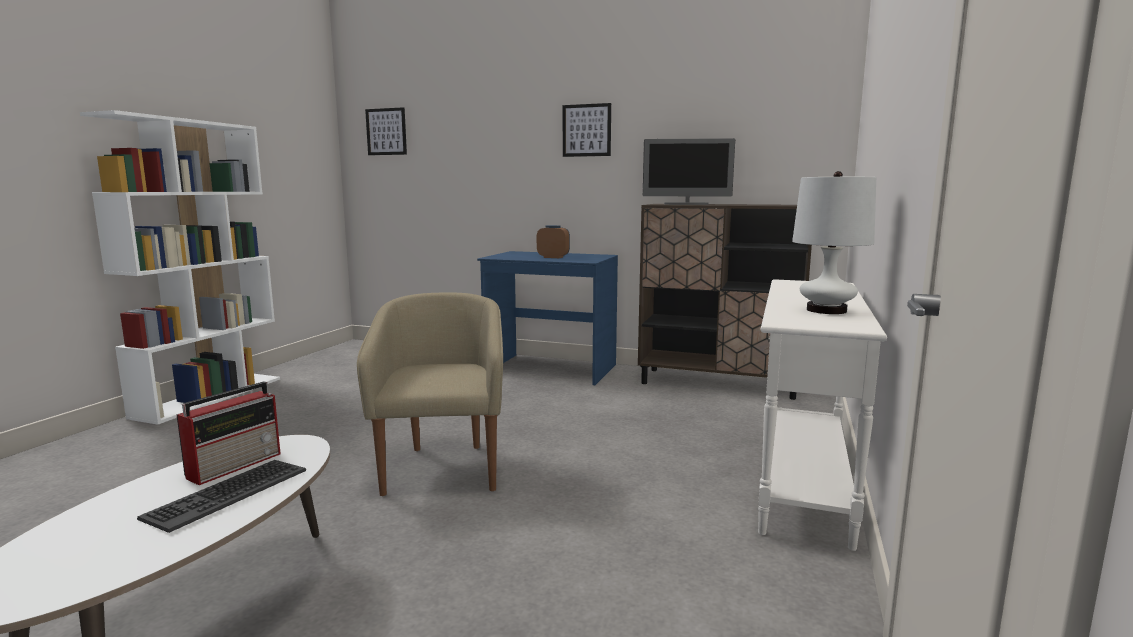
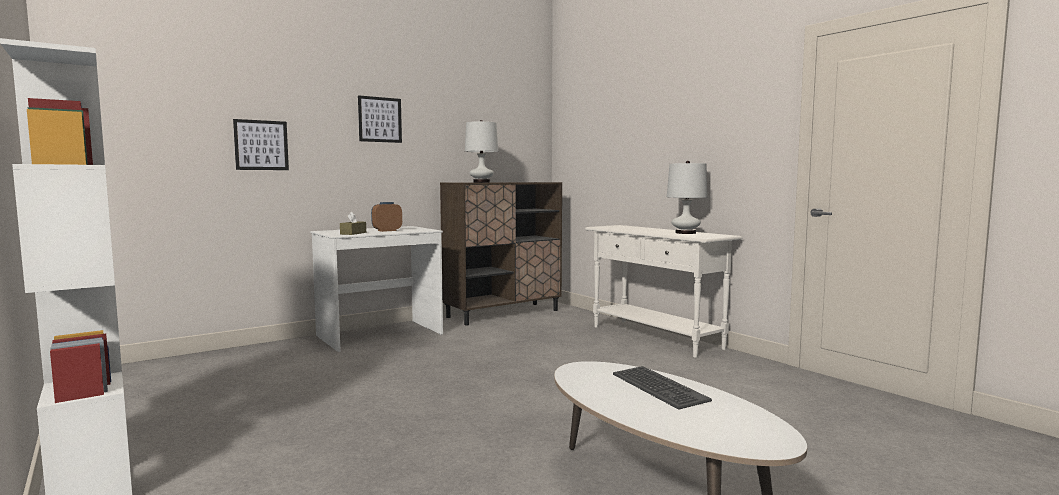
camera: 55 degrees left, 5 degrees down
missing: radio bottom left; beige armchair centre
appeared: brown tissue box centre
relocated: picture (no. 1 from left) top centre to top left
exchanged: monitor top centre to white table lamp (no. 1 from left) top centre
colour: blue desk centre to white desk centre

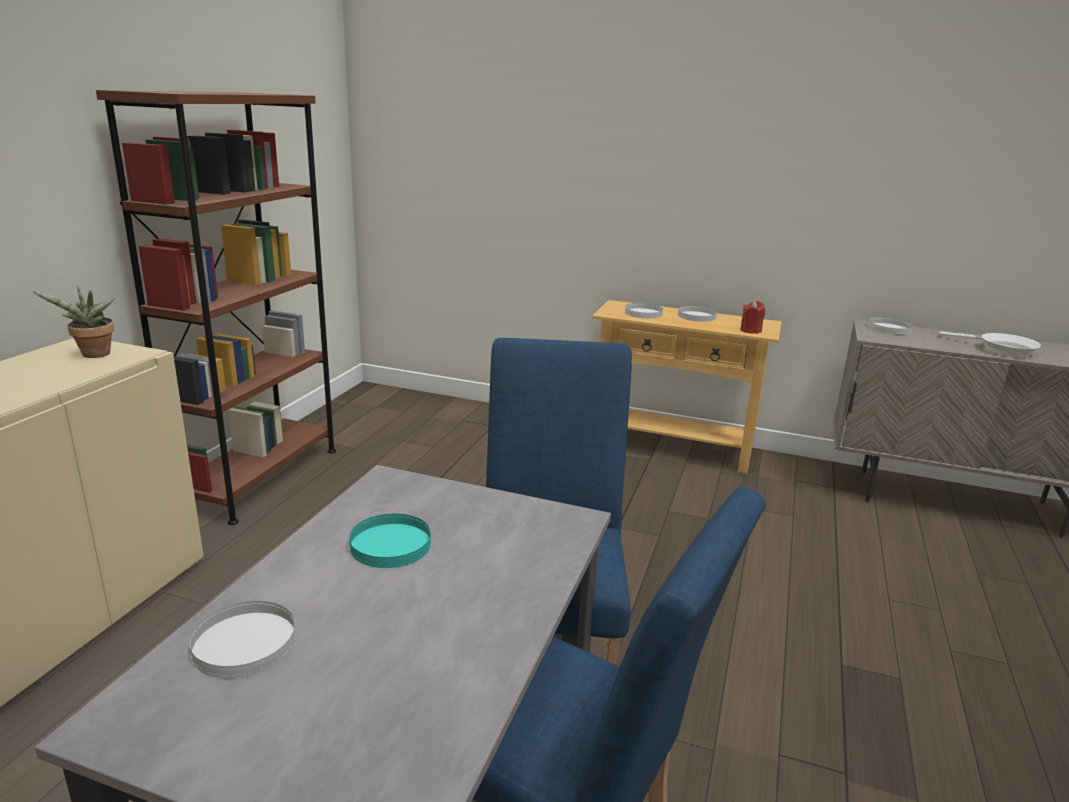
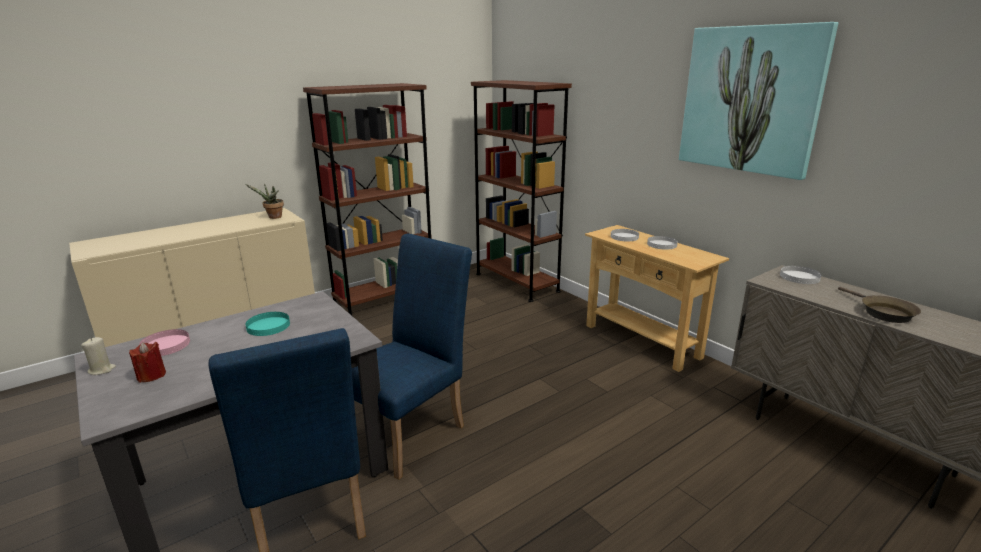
camera: 35 degrees right, 0 degrees up
appeared: beige candle middle left; brown bookcase (no. 2 from left) centre; picture top right
relocated: red candle middle right to middle left
colour: white plate (no. 1 from left) bottom left to pink plate middle left; white frying pan middle right to brown frying pan middle right

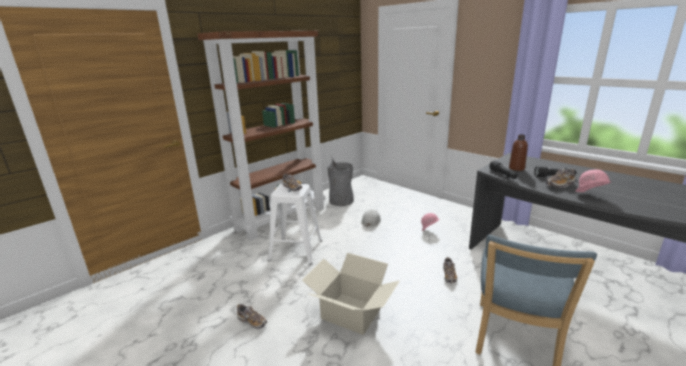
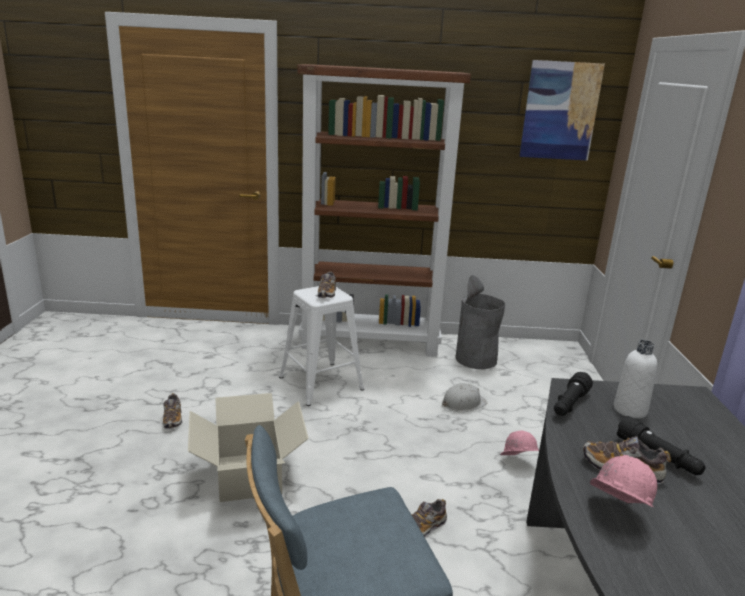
camera: 45 degrees right, 0 degrees up
appeared: picture top right
colour: brown bottle middle right to white bottle middle right

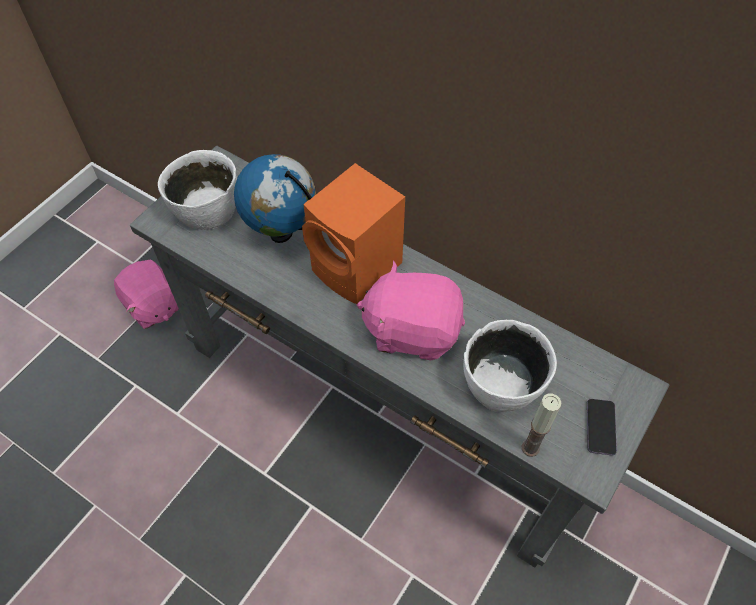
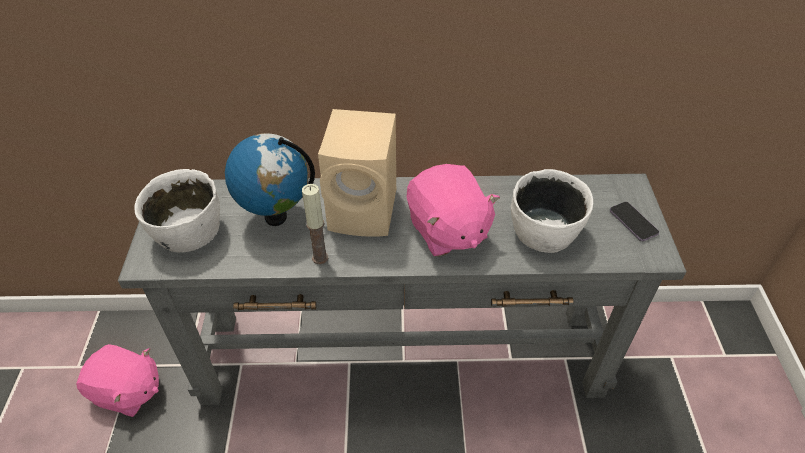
camera: 35 degrees left, 10 degrees down
relocated: candle bottom right to centre
colour: orange speaker centre to beige speaker centre
spun: pink plush toy (no. 2 from left) centre = centre 90 degrees counterclockwise

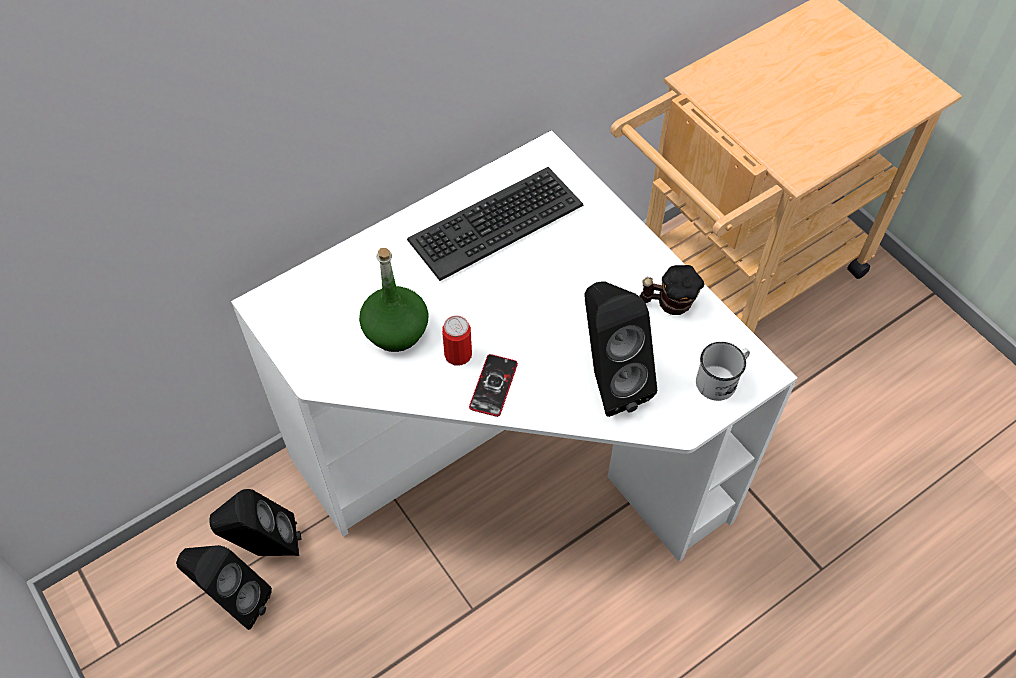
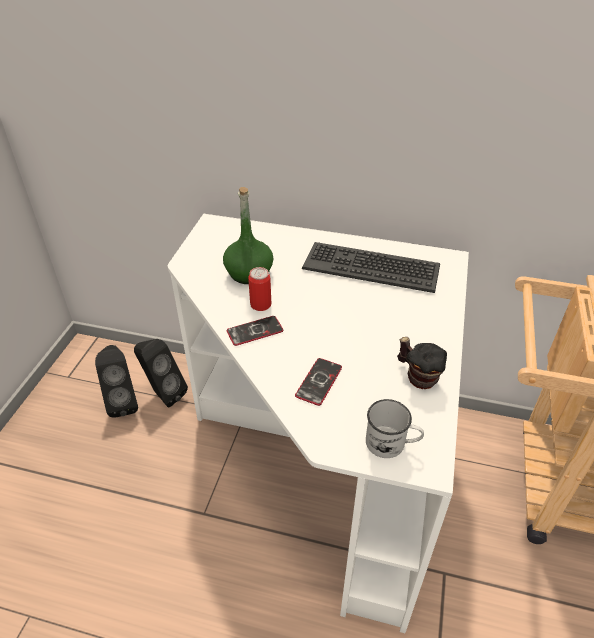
camera: 50 degrees right, 15 degrees down
exchanged: black speaker (no. 3 from left) centre to phone (no. 2 from left) centre

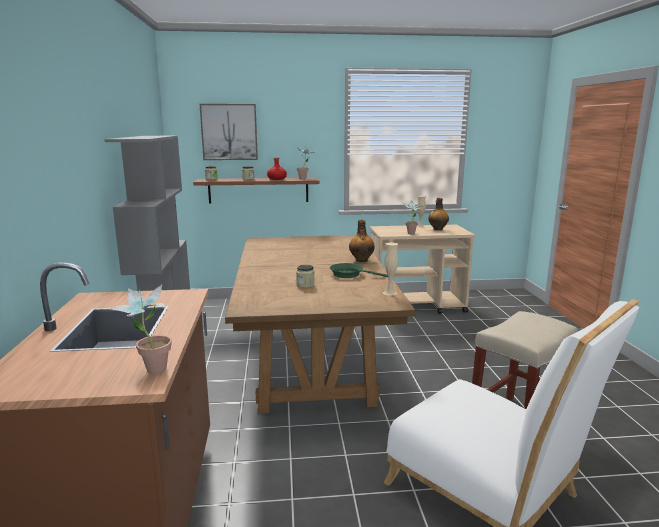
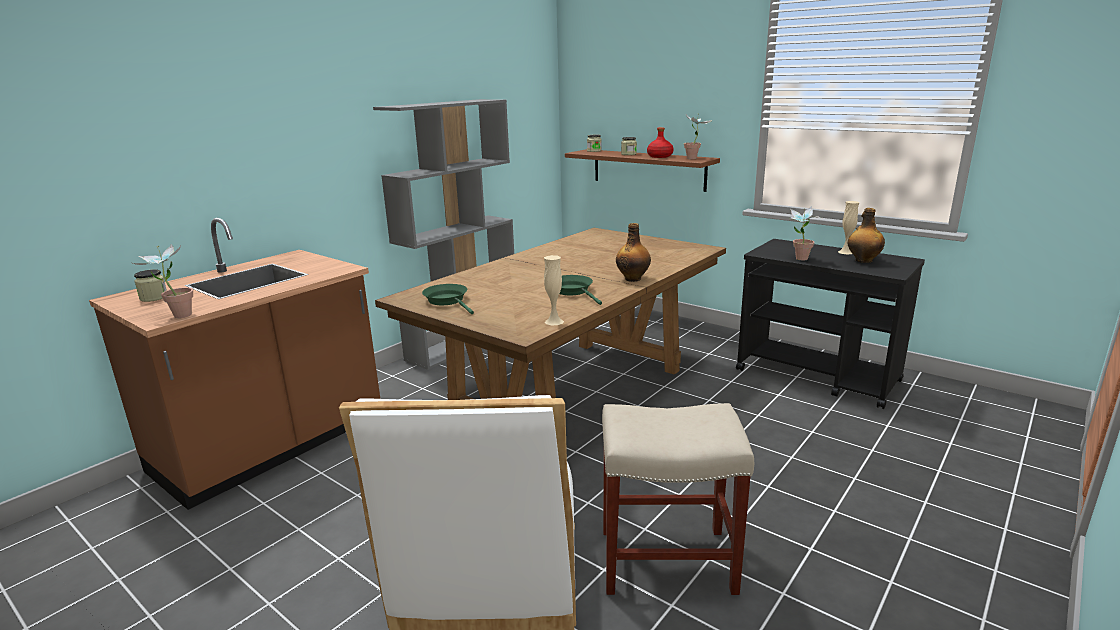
camera: 45 degrees right, 5 degrees up
missing: picture top centre
appeared: green frying pan (no. 1 from left) centre
relocated: jar (no. 3 from left in the first image) centre to jar (no. 1 from left) middle left
colour: beige cart centre to black cart middle right

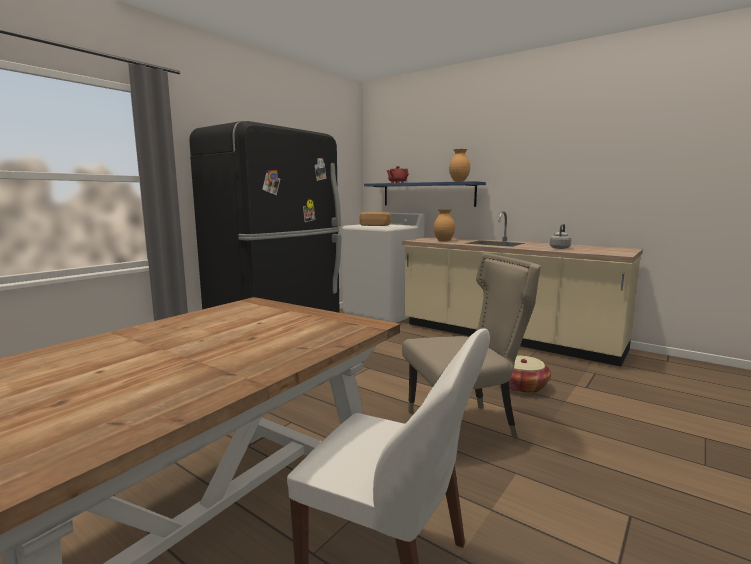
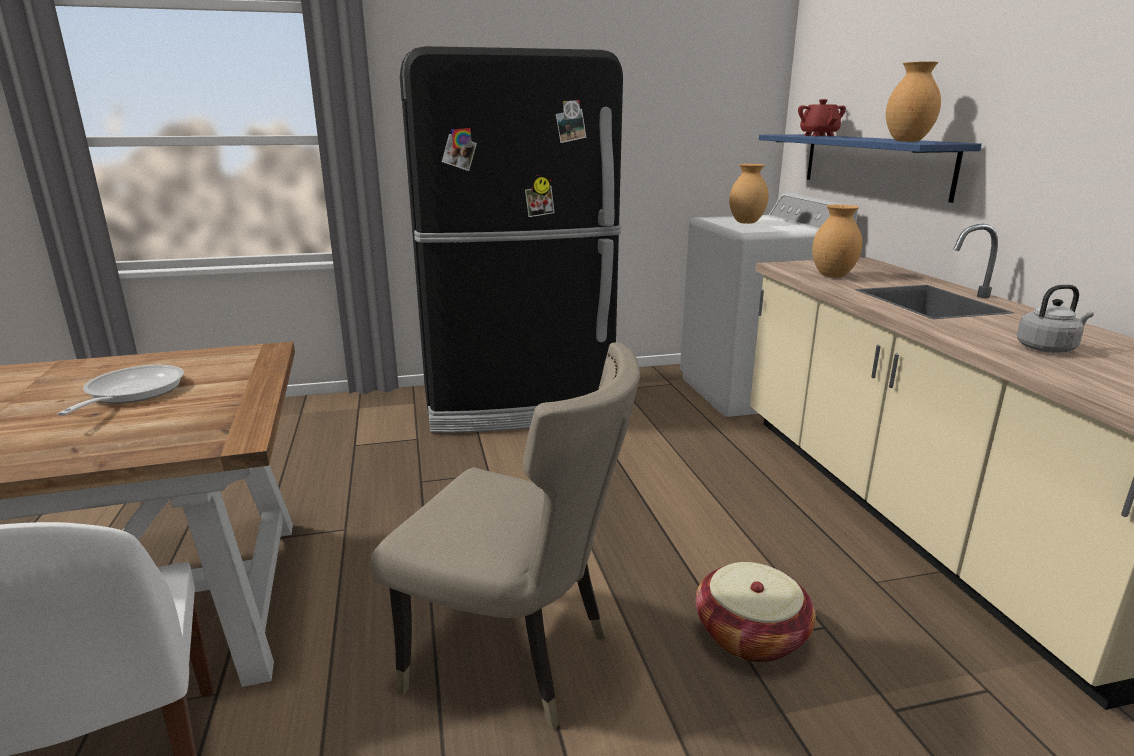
camera: 40 degrees right, 10 degrees up
appeared: frying pan middle left
exchanged: bread centre to brown vase (no. 1 from left) top centre

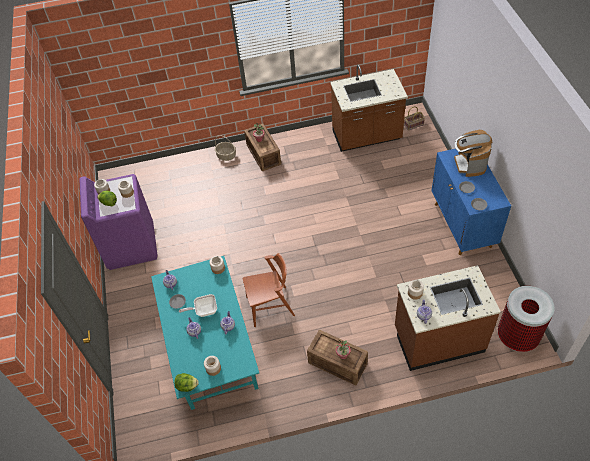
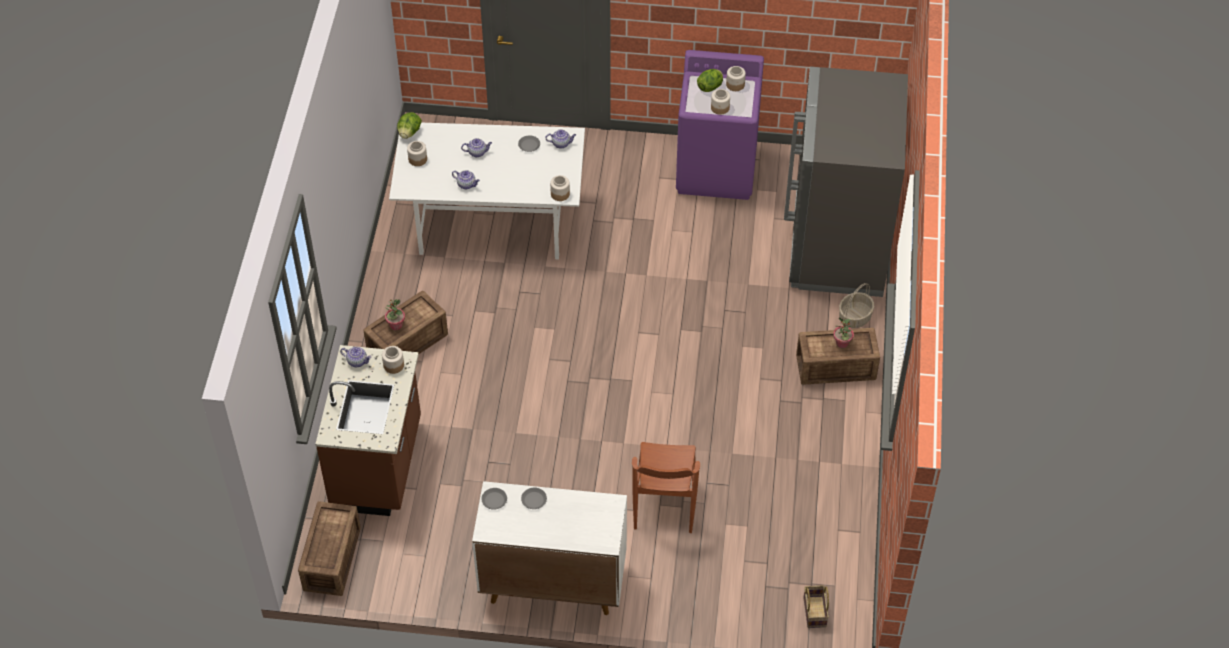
camera: 105 degrees right, 0 degrees up
missing: frying pan centre; brown counter (no. 1 from left) top centre; coffee machine top right
appeared: grey fridge top right
relocated: brown chair centre to bottom centre
exchanged: trash can bottom right to crate (no. 1 from left) bottom left
colour: turquoise dining table bottom centre to white dining table top centre; blue cabinet middle right to white cabinet bottom centre

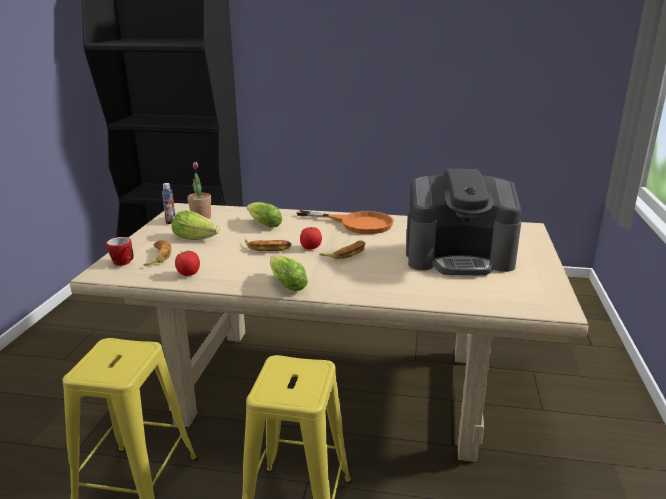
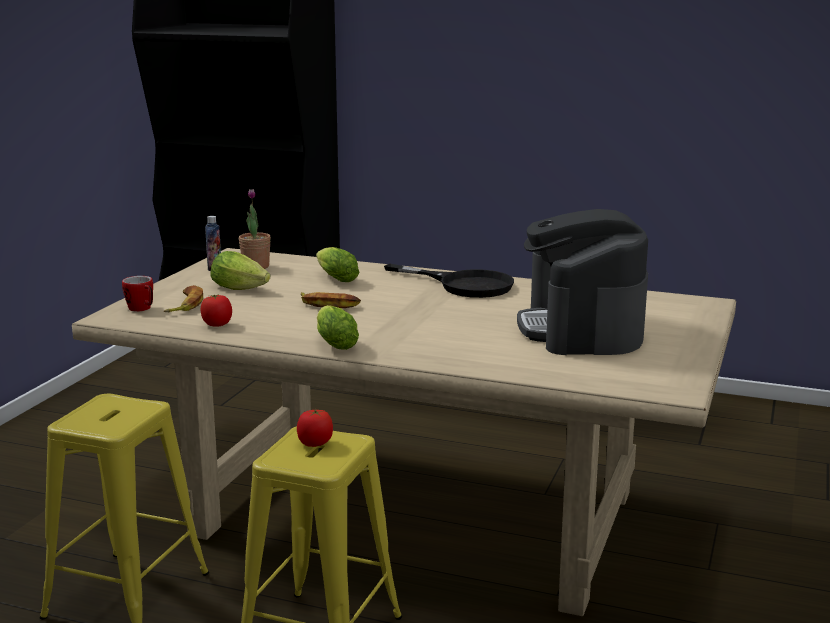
camera: 10 degrees right, 5 degrees down
missing: banana (no. 3 from left) centre
relocated: tomato (no. 2 from left) centre to bottom centre
colour: orange frying pan centre to black frying pan centre
spun: coffee machine middle right = middle right 75 degrees clockwise

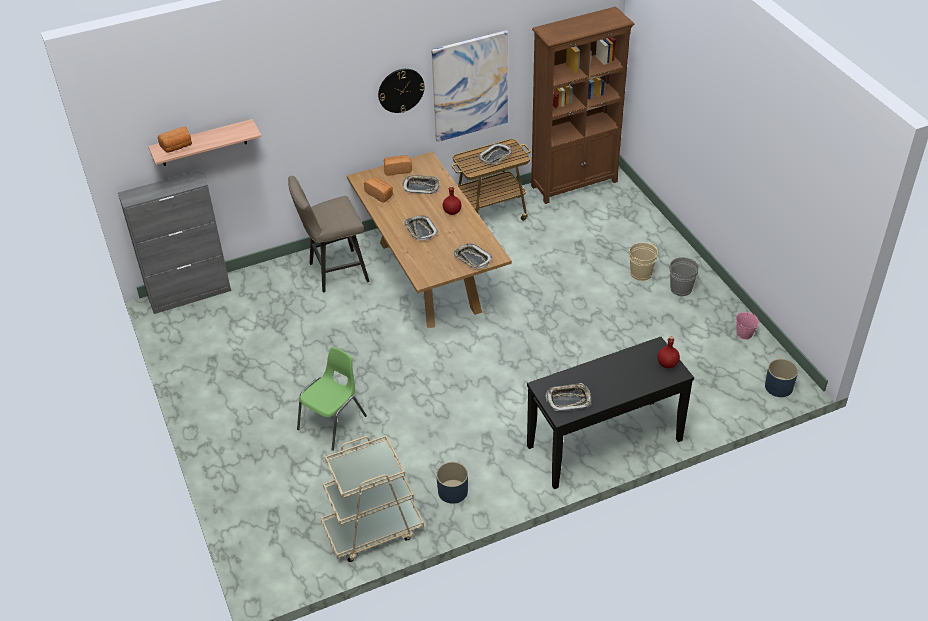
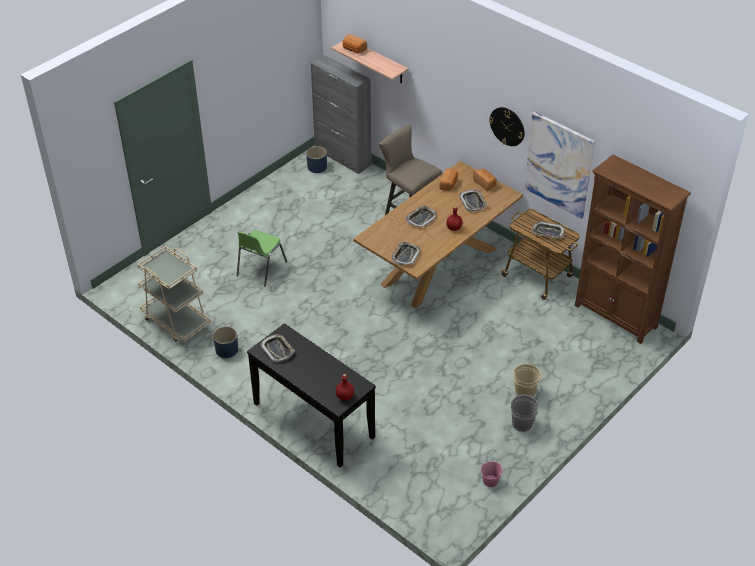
camera: 65 degrees right, 0 degrees up
relocated: blue planter (no. 2 from left) middle right to top centre
spun: green chair centre = centre 105 degrees clockwise

